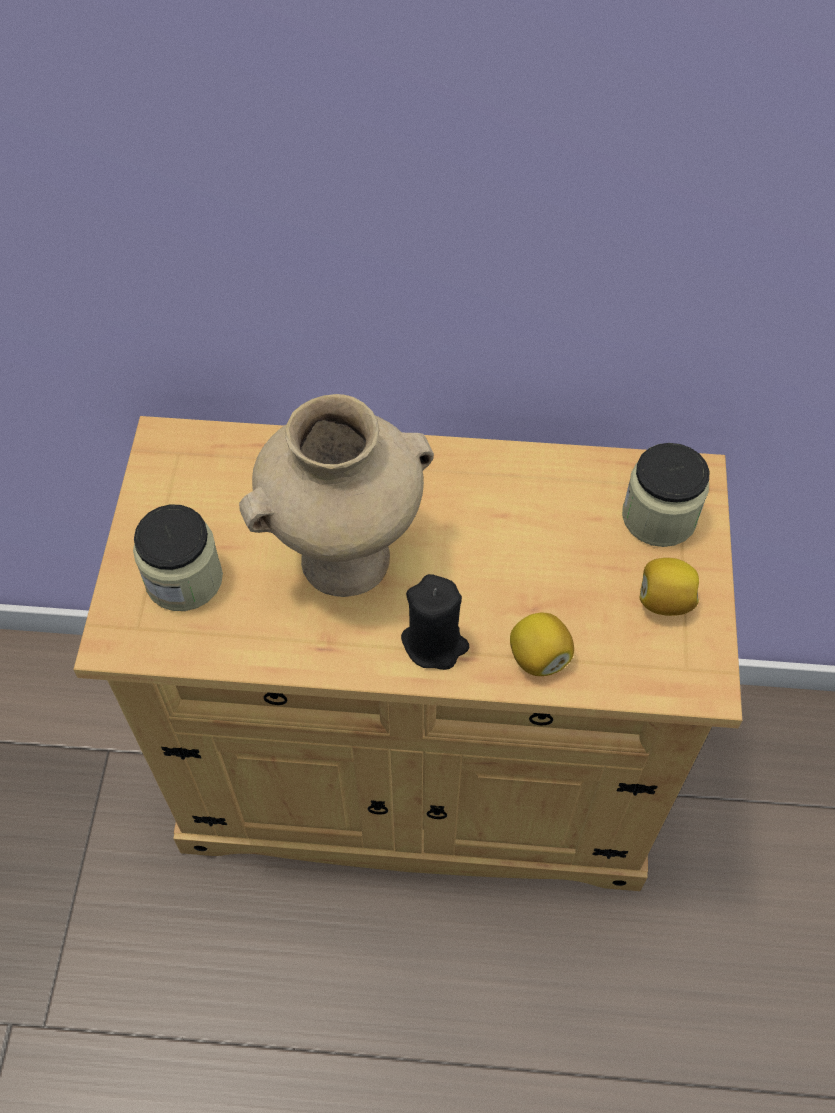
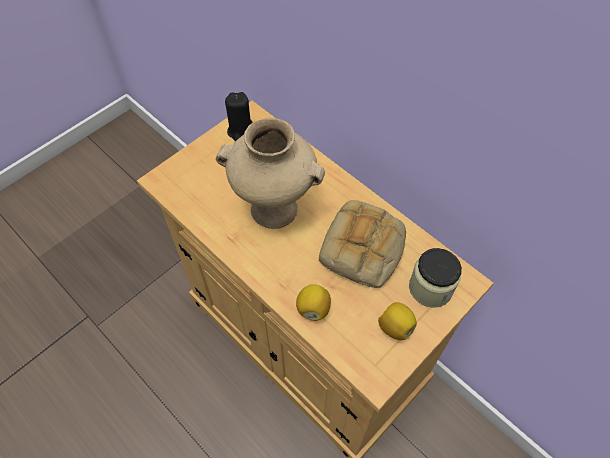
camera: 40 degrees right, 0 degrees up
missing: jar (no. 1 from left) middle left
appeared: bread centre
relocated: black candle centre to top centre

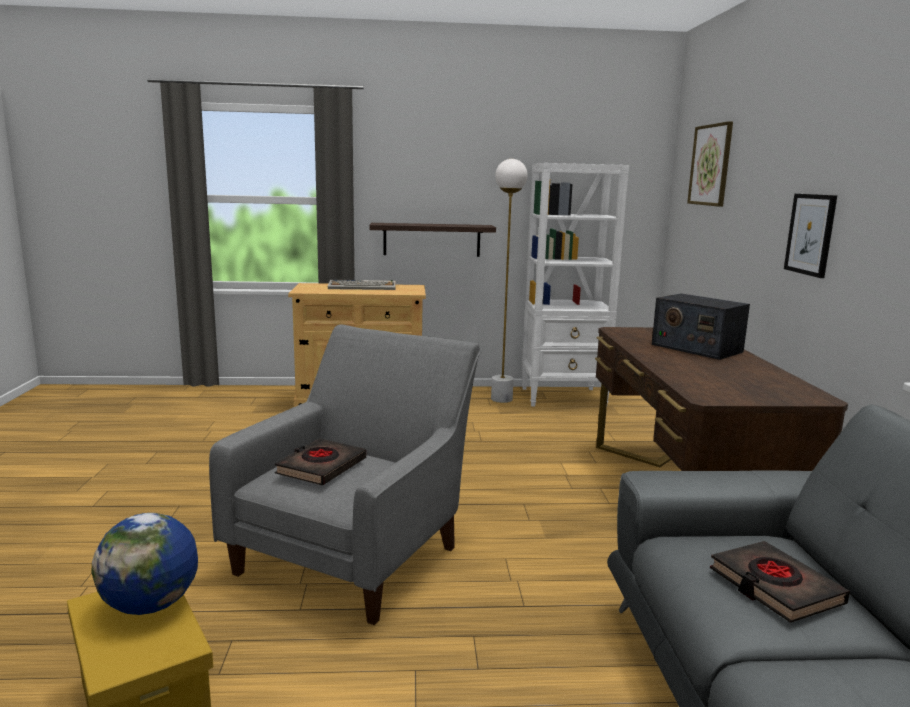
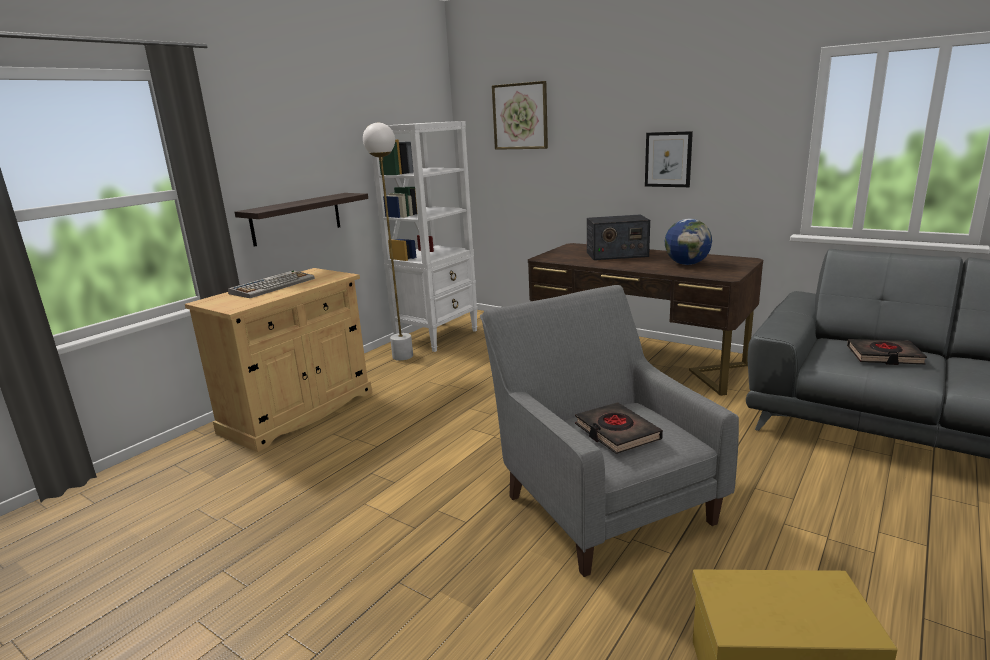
camera: 50 degrees left, 5 degrees up
relocated: globe bottom left to middle right

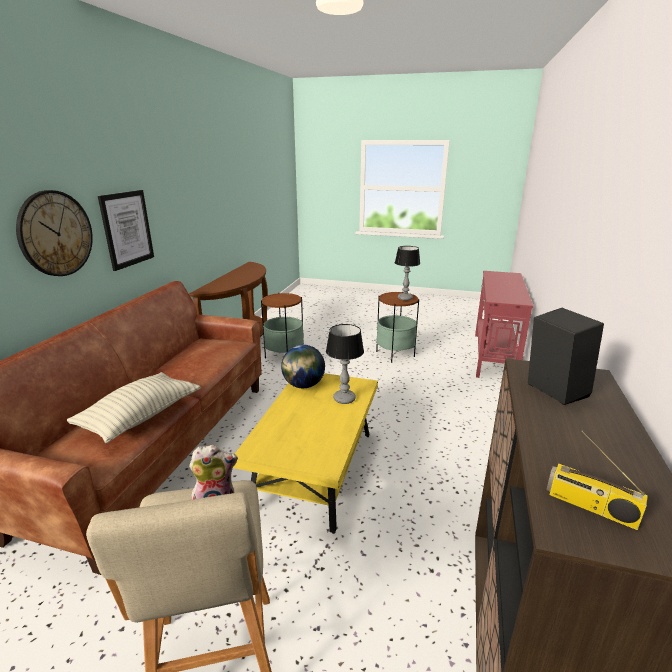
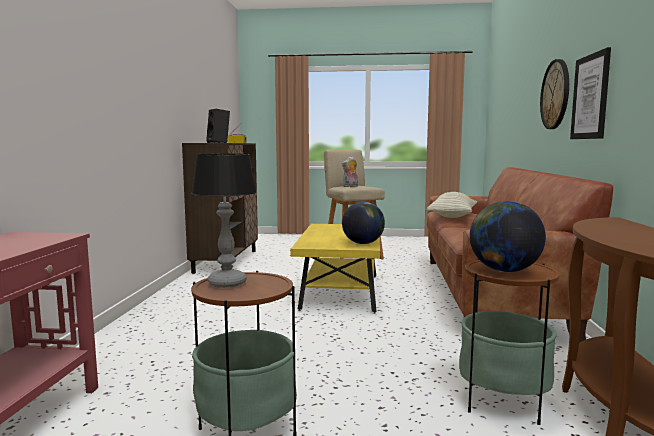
camera: 170 degrees right, 15 degrees down
missing: table lamp (no. 1 from left) centre
appeared: globe (no. 2 from left) middle right

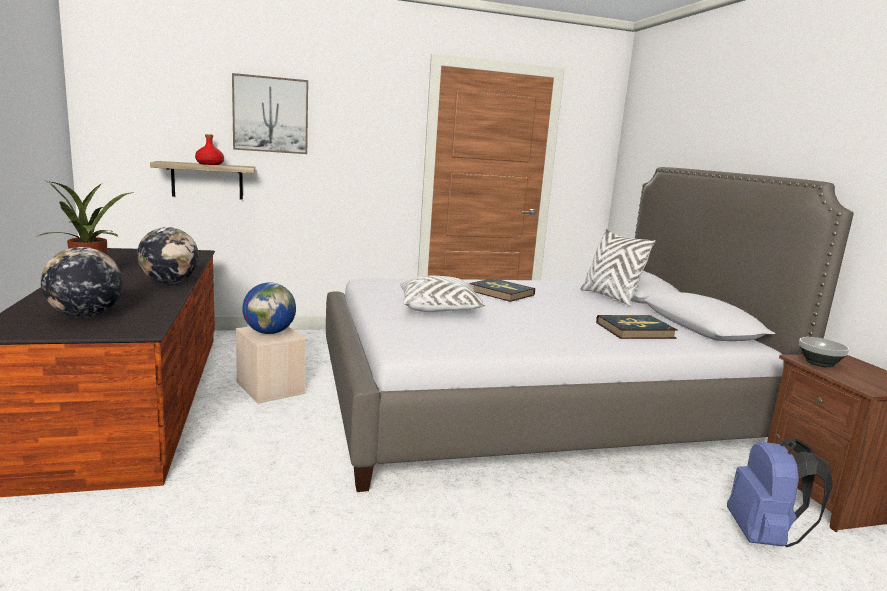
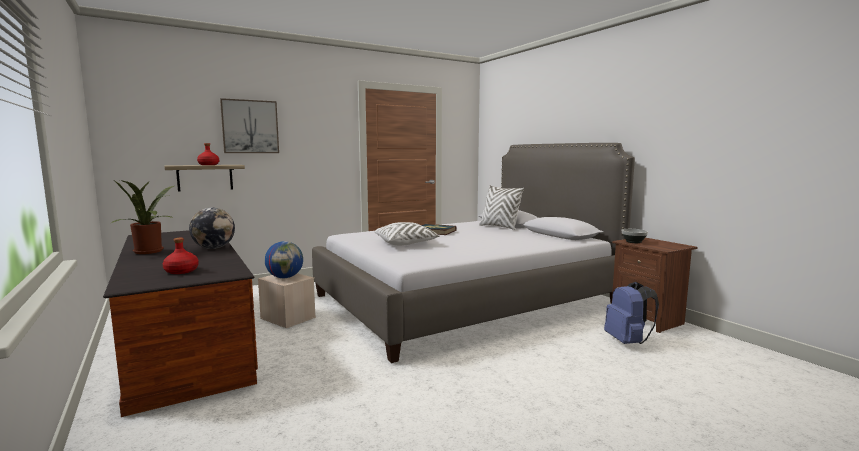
camera: 15 degrees left, 5 degrees down
missing: book (no. 2 from left) middle right
exchanged: globe (no. 1 from left) middle left to red bottle (no. 1 from left) middle left

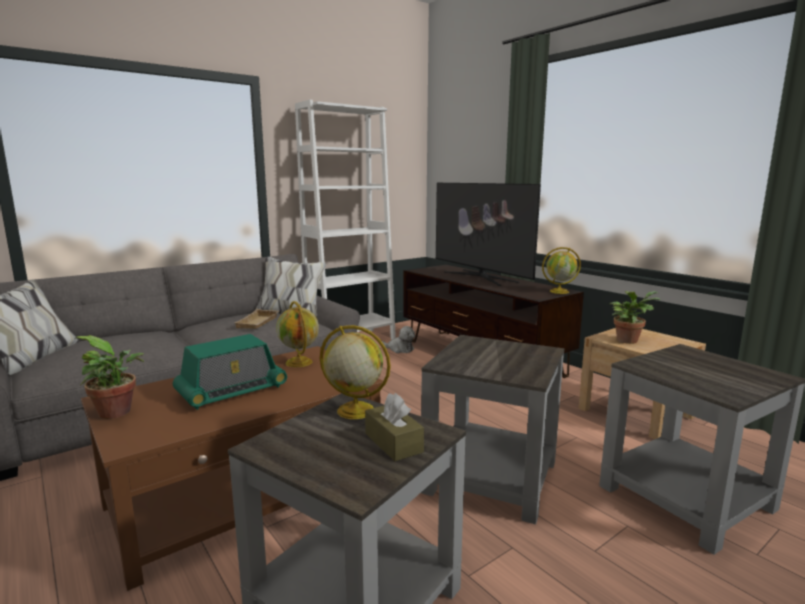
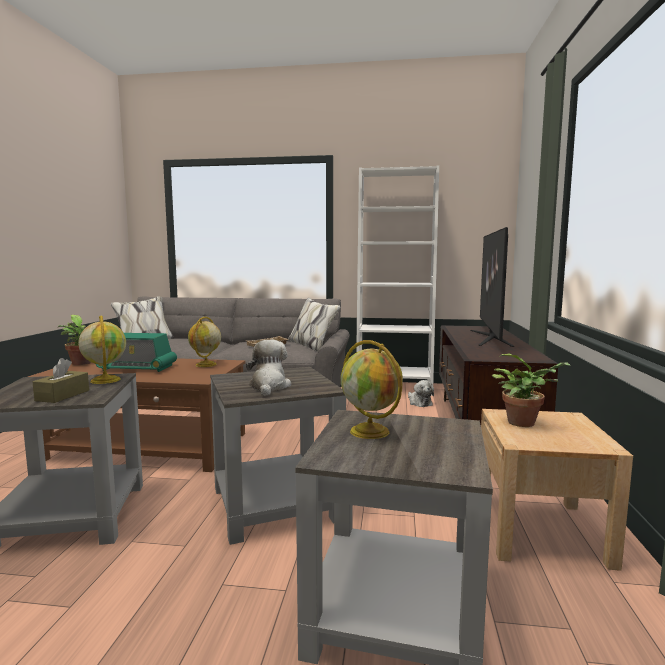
camera: 45 degrees right, 5 degrees down
appeared: plush toy (no. 1 from left) centre
relocated: globe (no. 3 from left) middle right to centre

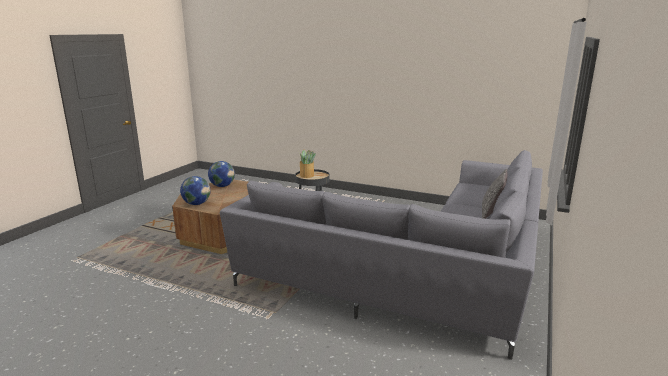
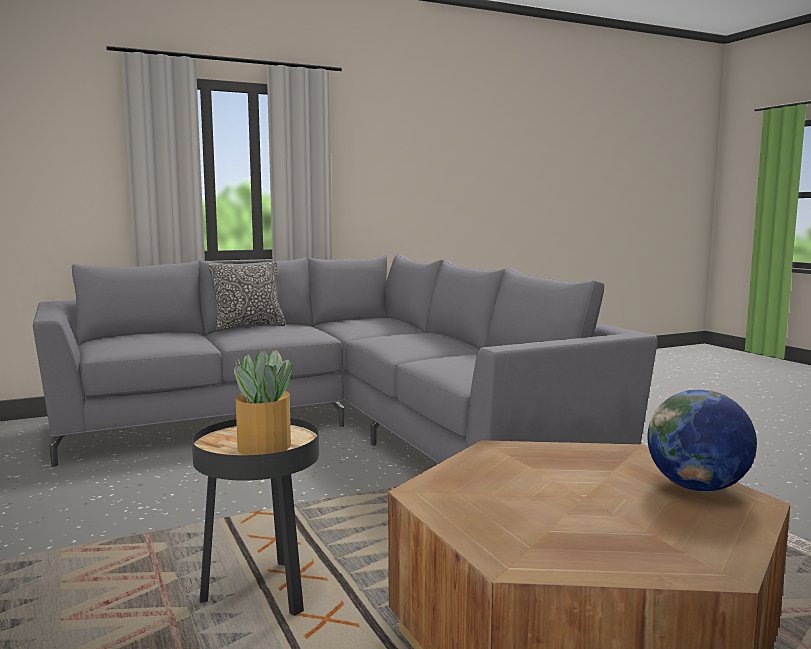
camera: 140 degrees left, 10 degrees down
missing: globe (no. 2 from left) middle left

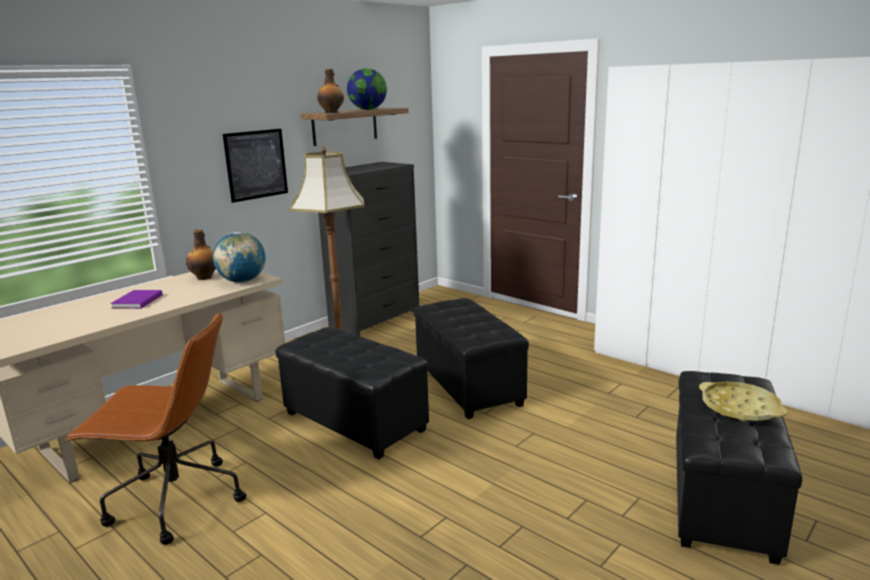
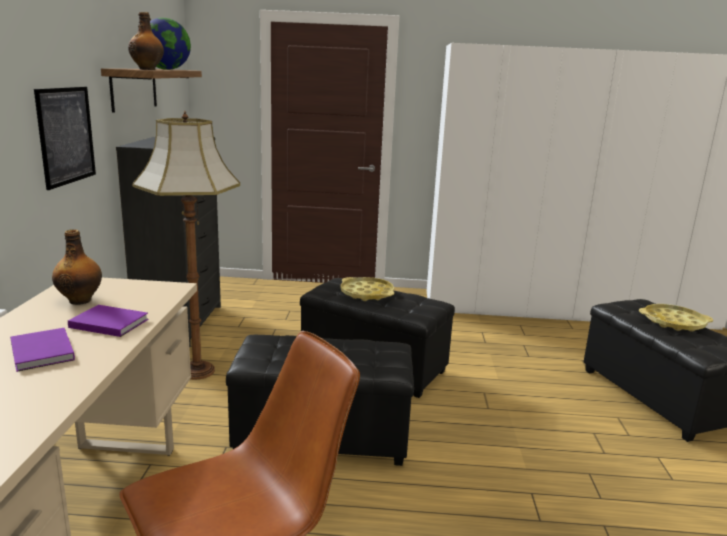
camera: 40 degrees left, 0 degrees up
missing: globe (no. 1 from left) middle left
appeared: purple book (no. 2 from left) middle left; yellow tray (no. 1 from left) centre

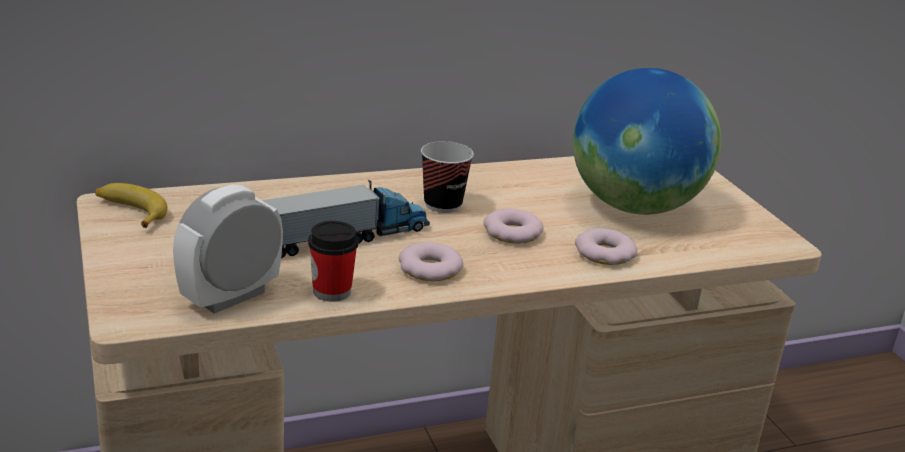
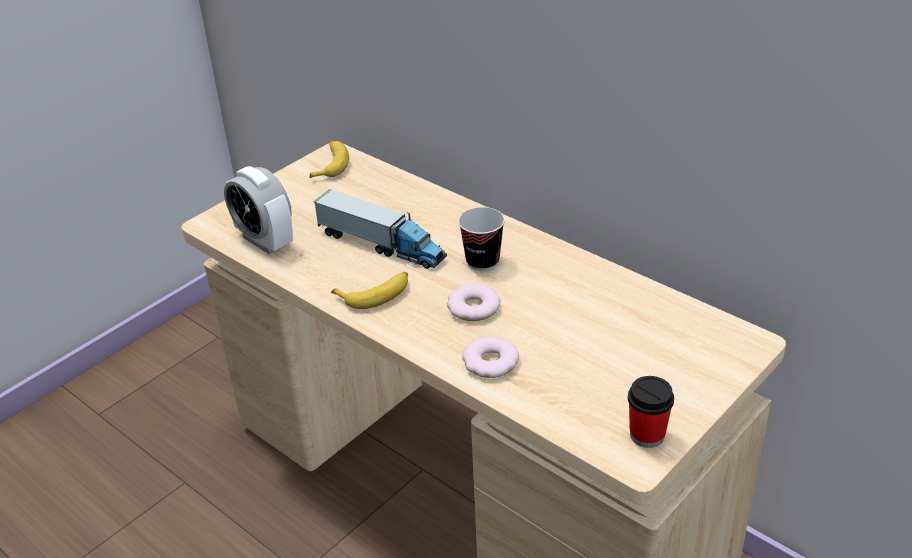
camera: 65 degrees right, 10 degrees up
missing: globe top right
relocated: cup (no. 1 from left in the first image) centre to cup (no. 2 from left) bottom right
exchanged: donut (no. 1 from left) centre to banana (no. 2 from left) centre
spun: alarm clock middle left = middle left 150 degrees counterclockwise

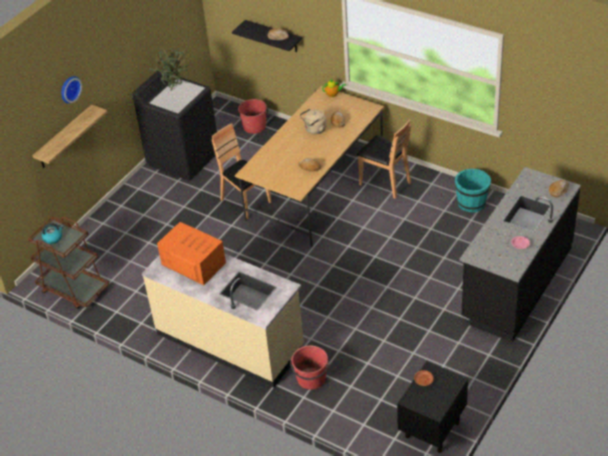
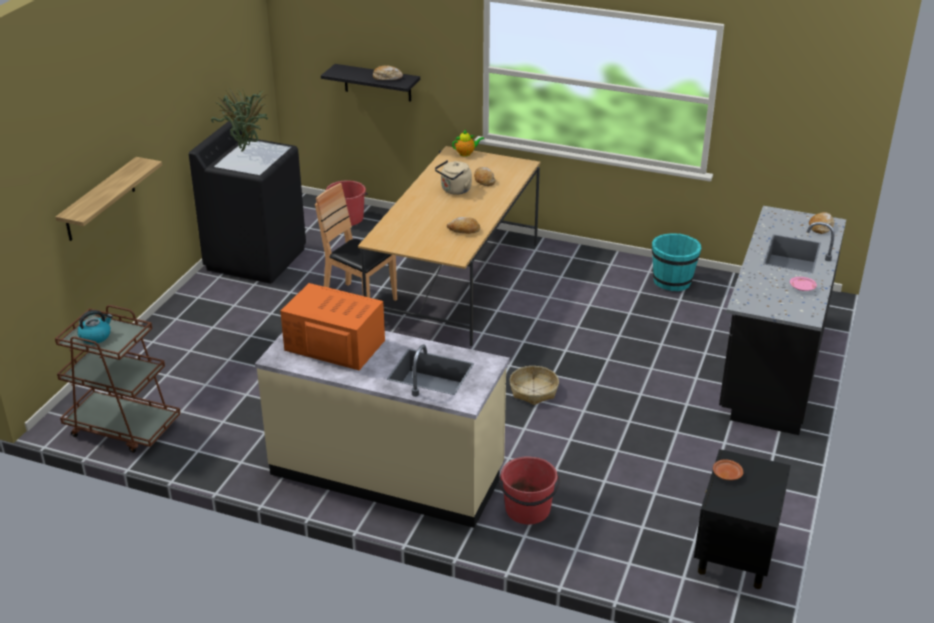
camera: 15 degrees left, 10 degrees down
missing: wall clock top left; brown chair (no. 2 from left) centre
appeared: basket centre

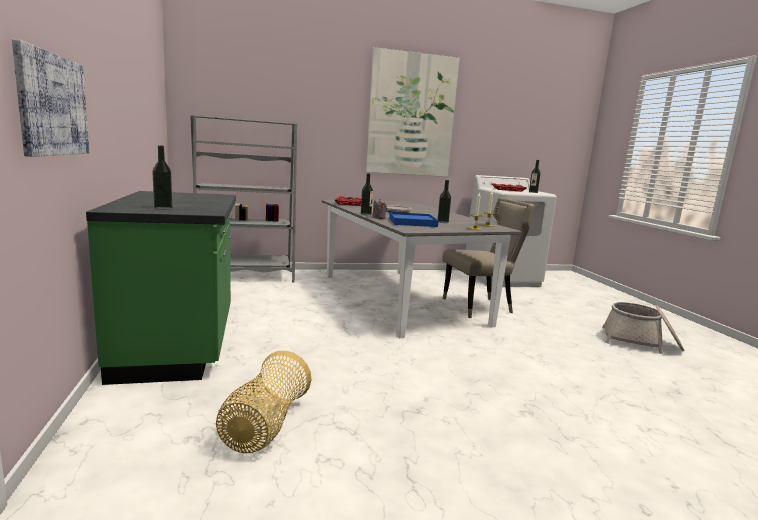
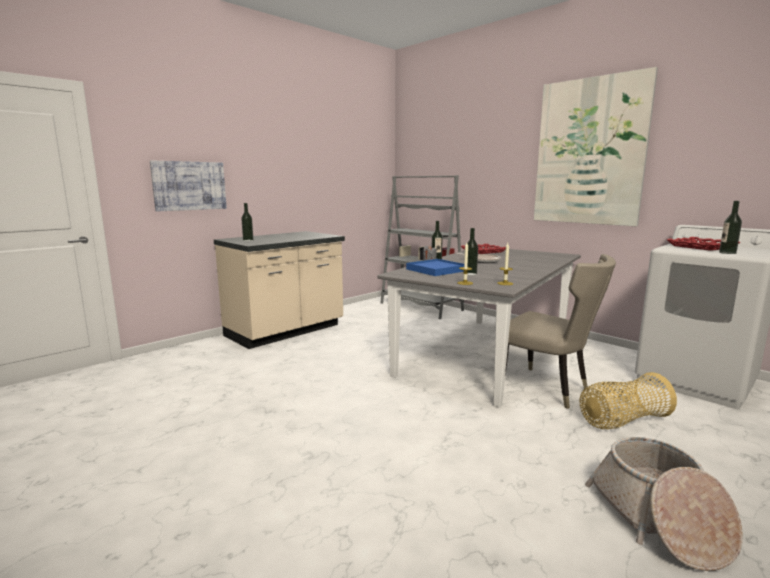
camera: 60 degrees right, 0 degrees up
relocated: basket (no. 1 from left) bottom centre to bottom right
colour: green counter middle left to beige counter centre

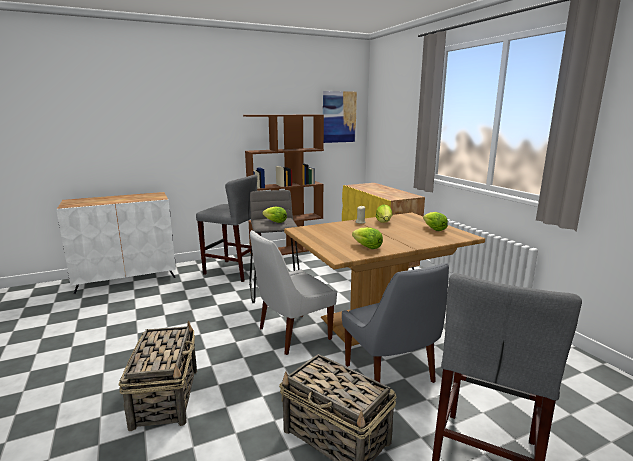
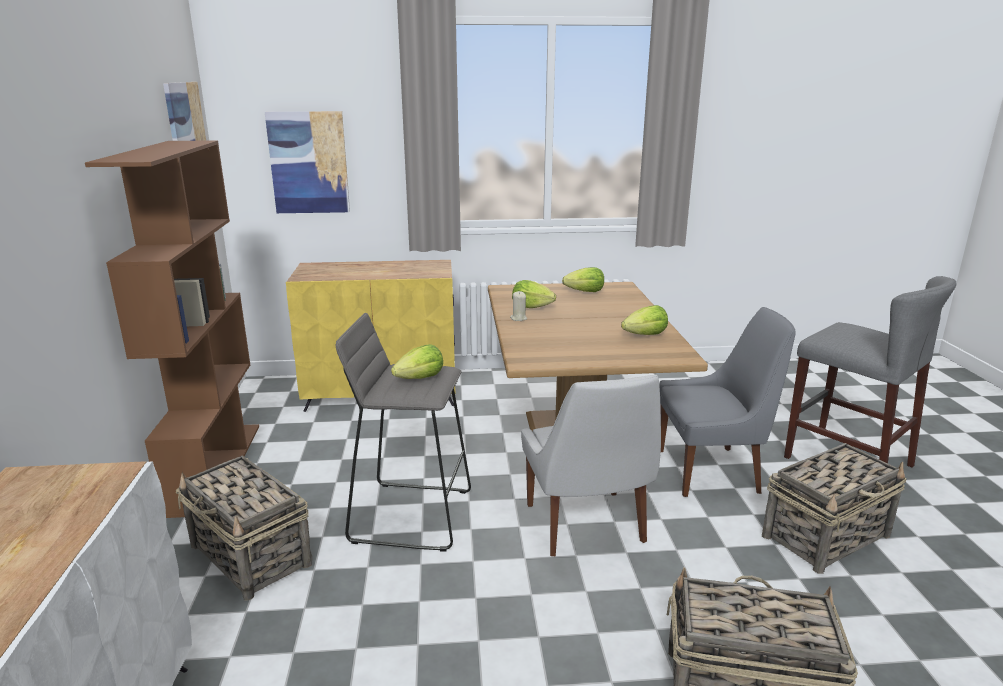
camera: 70 degrees left, 5 degrees up
appeared: picture (no. 2 from left) top left
exchanged: grey stool (no. 1 from left) centre to basket (no. 1 from left) bottom left

